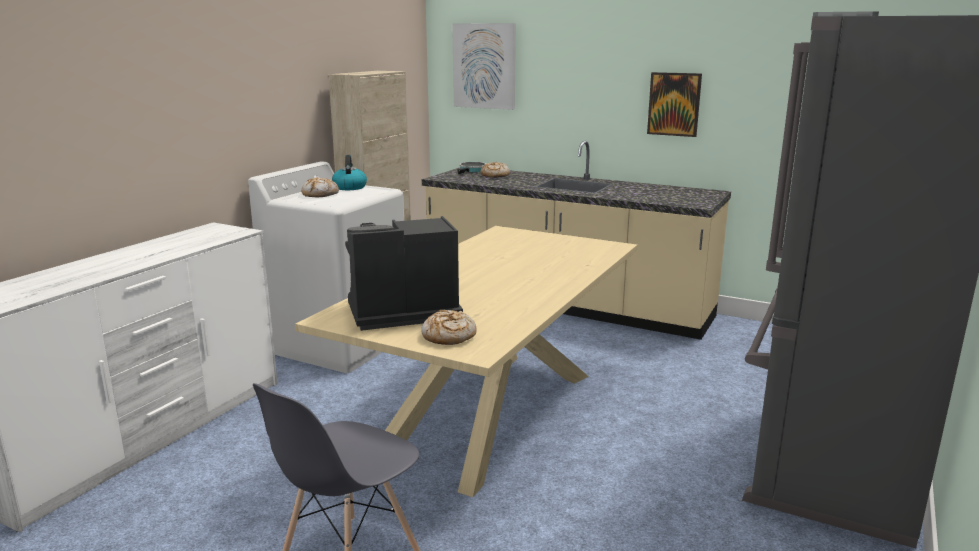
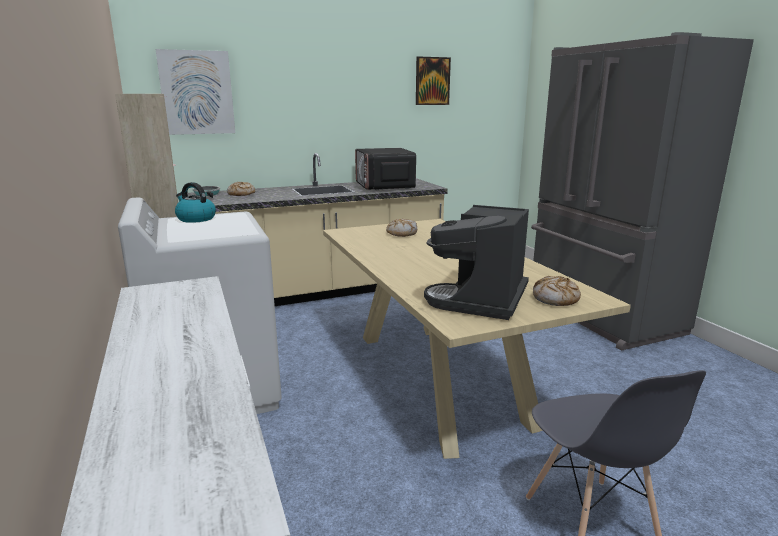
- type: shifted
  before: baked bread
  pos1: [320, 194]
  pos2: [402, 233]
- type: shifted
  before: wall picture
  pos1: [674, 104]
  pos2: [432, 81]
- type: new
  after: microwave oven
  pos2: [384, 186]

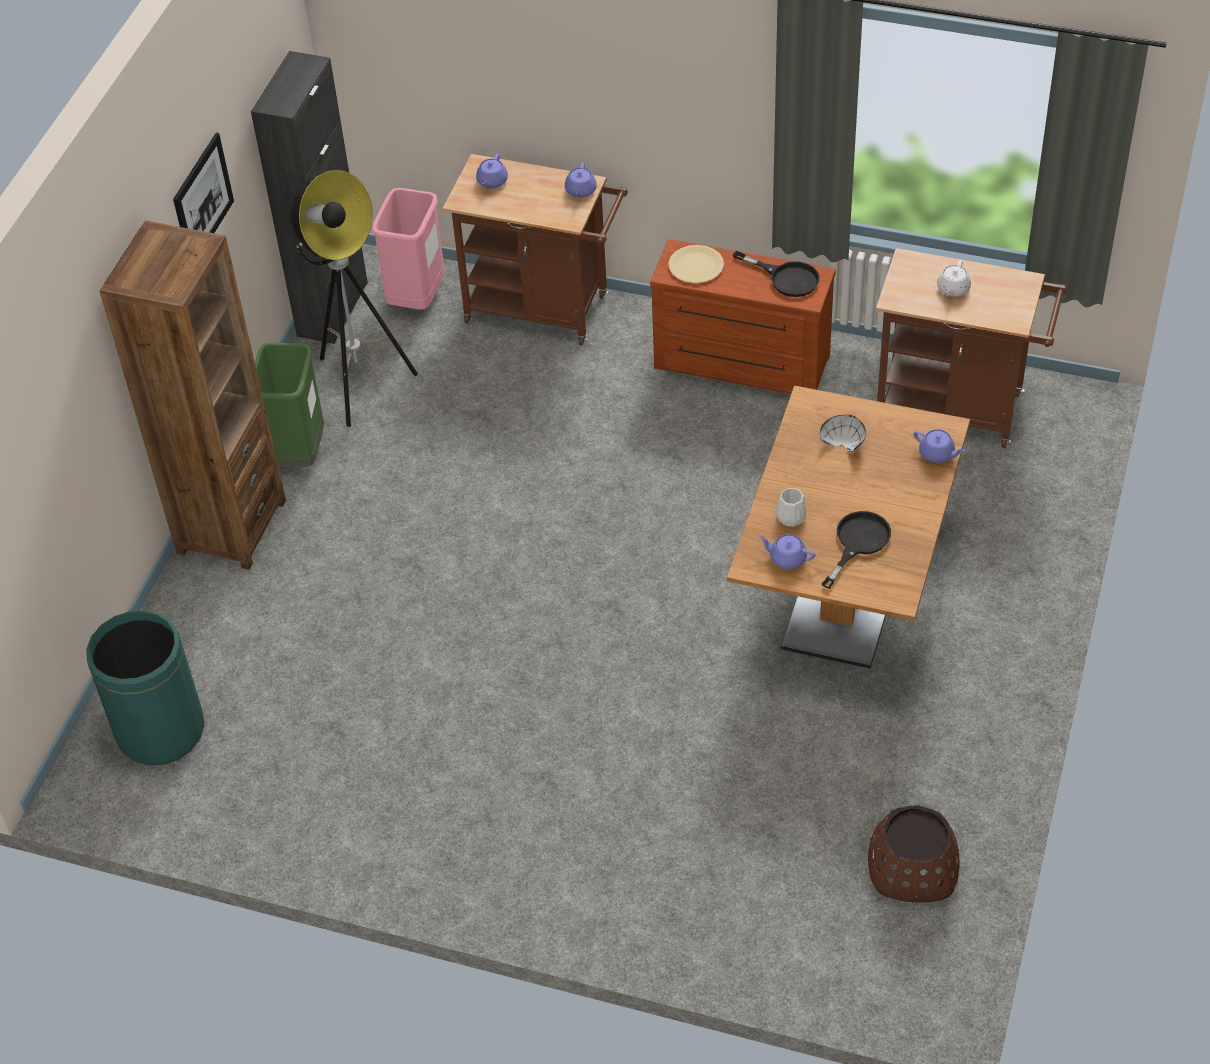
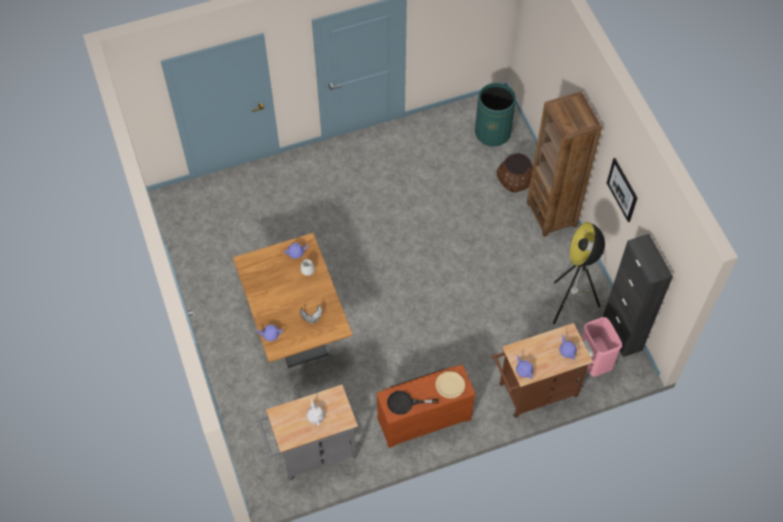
- type: gone
  before: waste bin in green-coloured
  pos1: [298, 453]
- type: gone
  before: frying pan in black
  pos1: [858, 542]
- type: shifted
  before: planter in brownish
  pos1: [912, 868]
  pos2: [515, 178]
- type: repainted
  before: trolley in brownish
  after: trolley in greyish
  pos1: [958, 409]
  pos2: [311, 453]

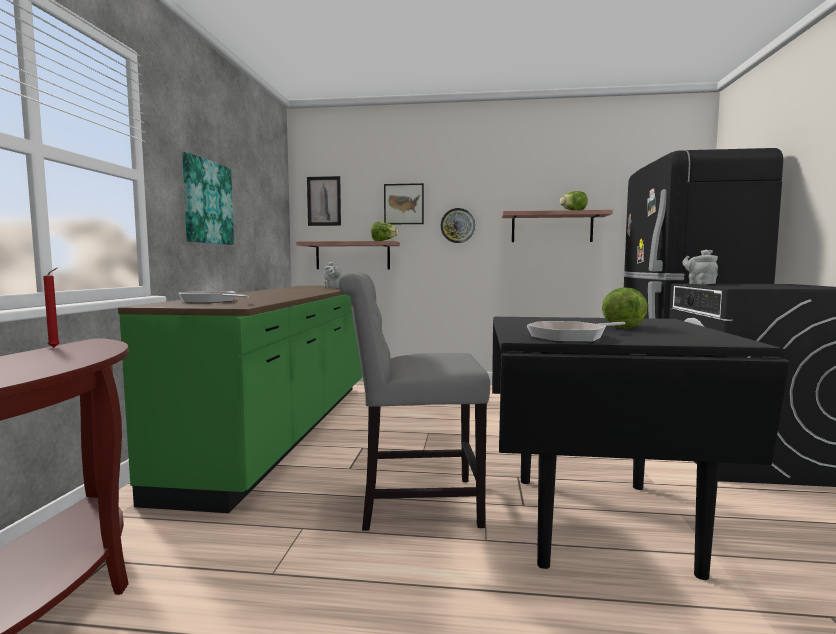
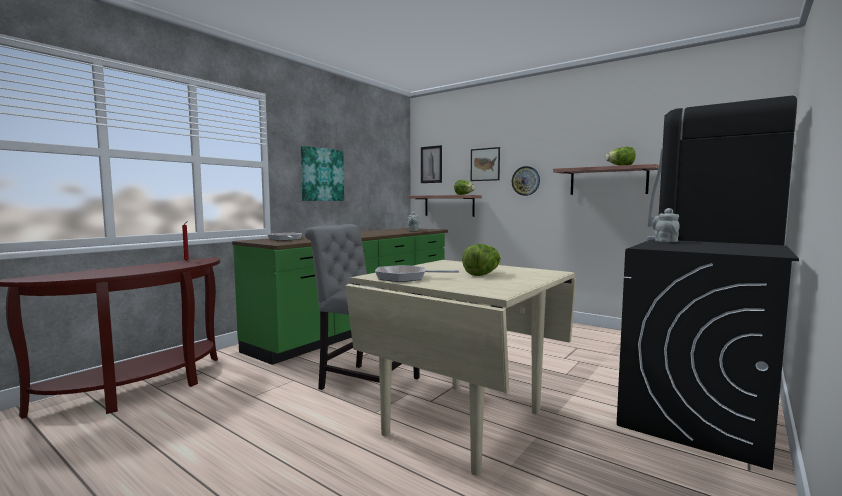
- type: repainted
  before: dinner table in black
  after: dinner table in sand-coloured
  pos1: [595, 520]
  pos2: [463, 422]

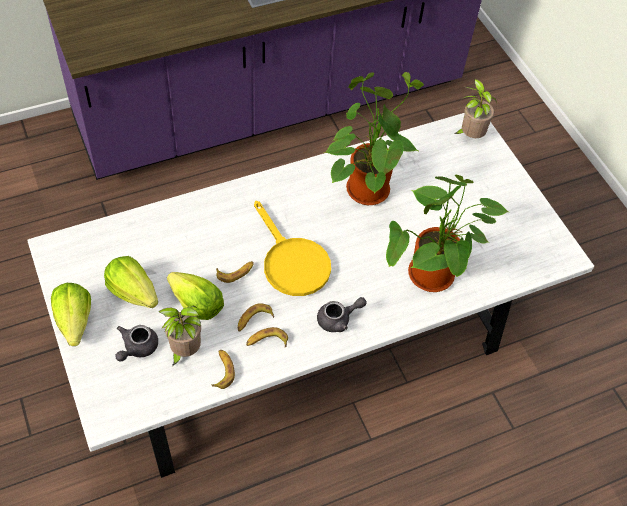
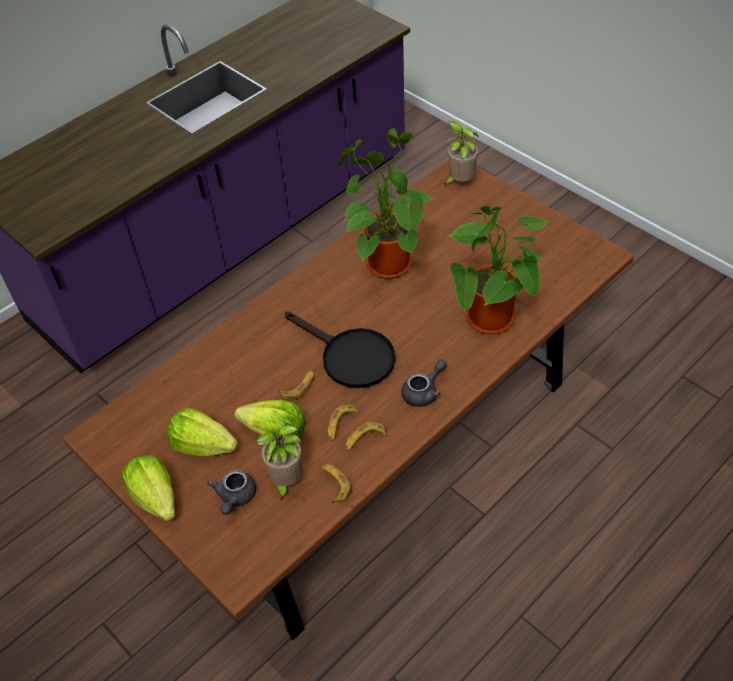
- type: repainted
  before: dinner table in white-coloured
  after: dinner table in brownish
  pos1: [306, 340]
  pos2: [374, 446]
- type: repainted
  before: frying pan in yellow
  after: frying pan in black
  pos1: [291, 262]
  pos2: [349, 357]

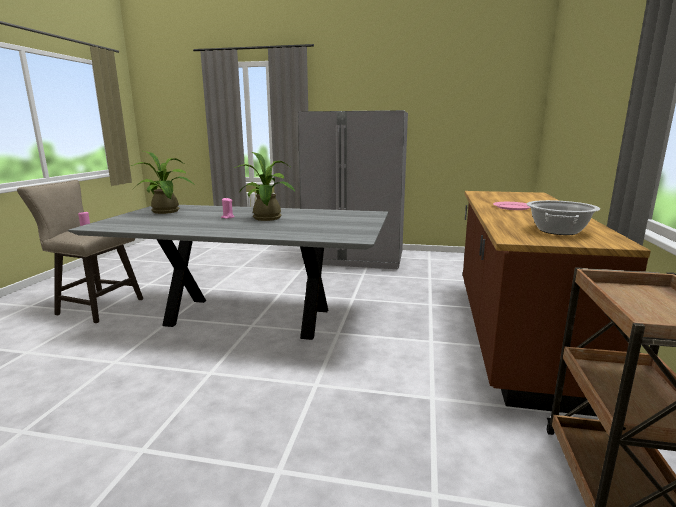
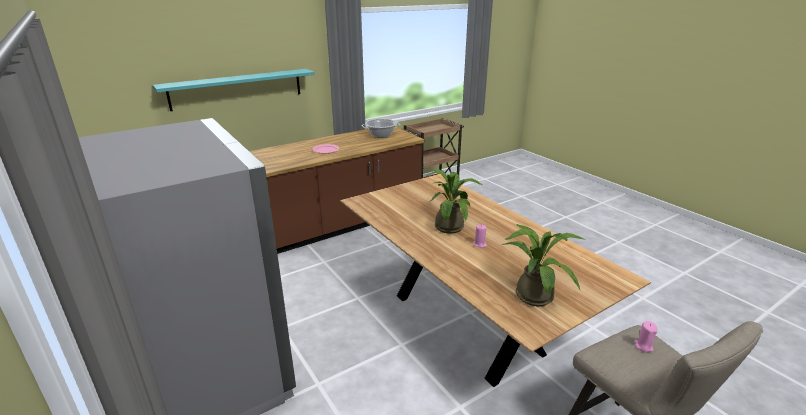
- type: repainted
  before: dinner table in greyish
  after: dinner table in brownish
  pos1: [249, 318]
  pos2: [464, 322]
- type: new
  after: bracket shelf in turquoise-coloured
  pos2: [237, 89]

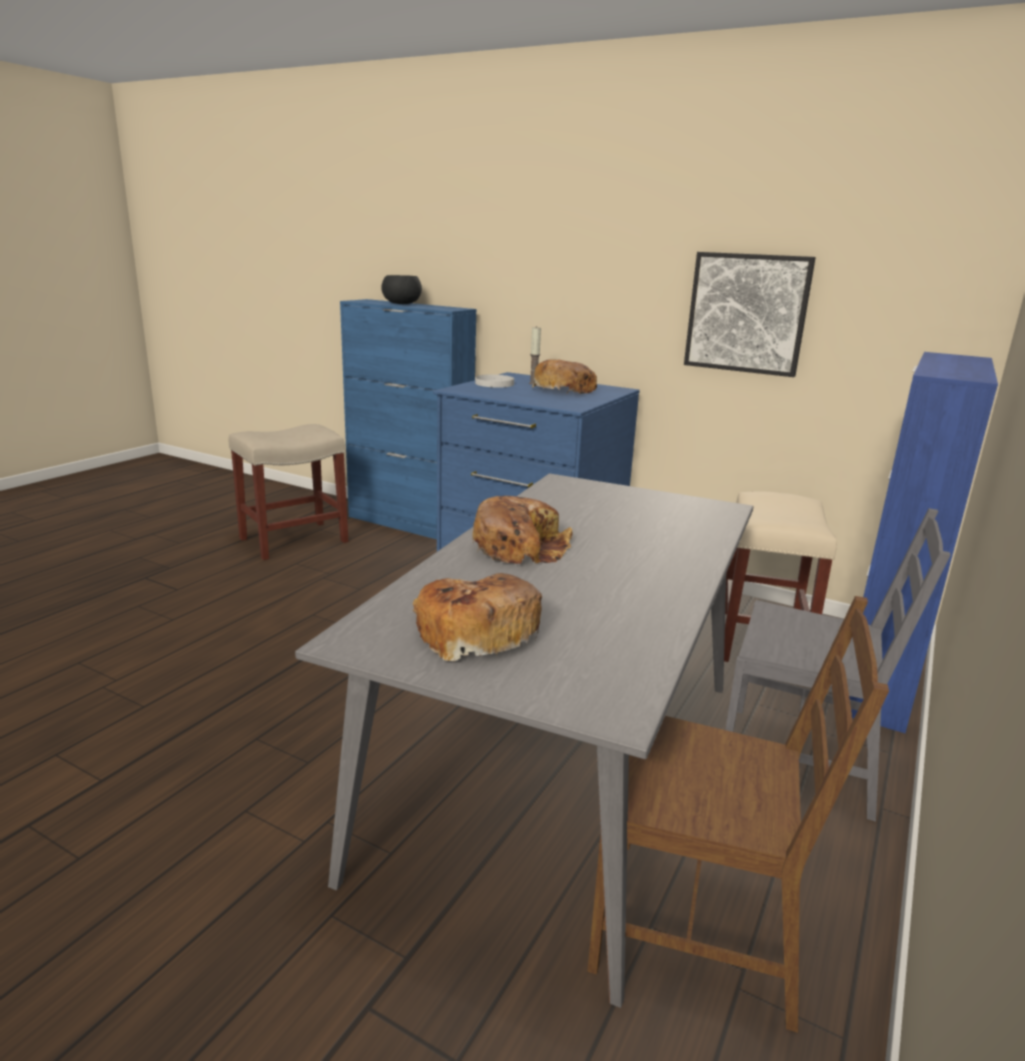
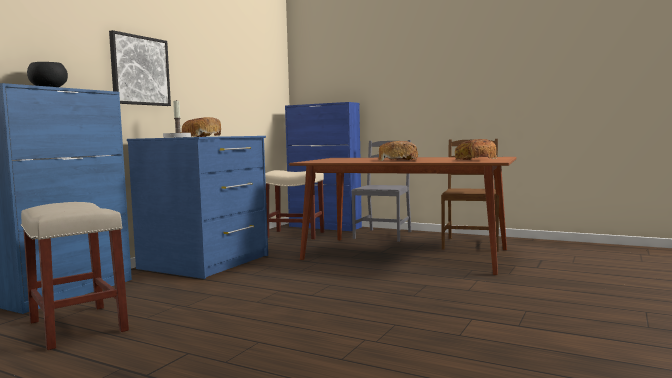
- type: repainted
  before: dinner table in greyish
  after: dinner table in brownish
  pos1: [564, 770]
  pos2: [406, 254]
- type: shifted
  before: wall picture
  pos1: [747, 313]
  pos2: [140, 70]

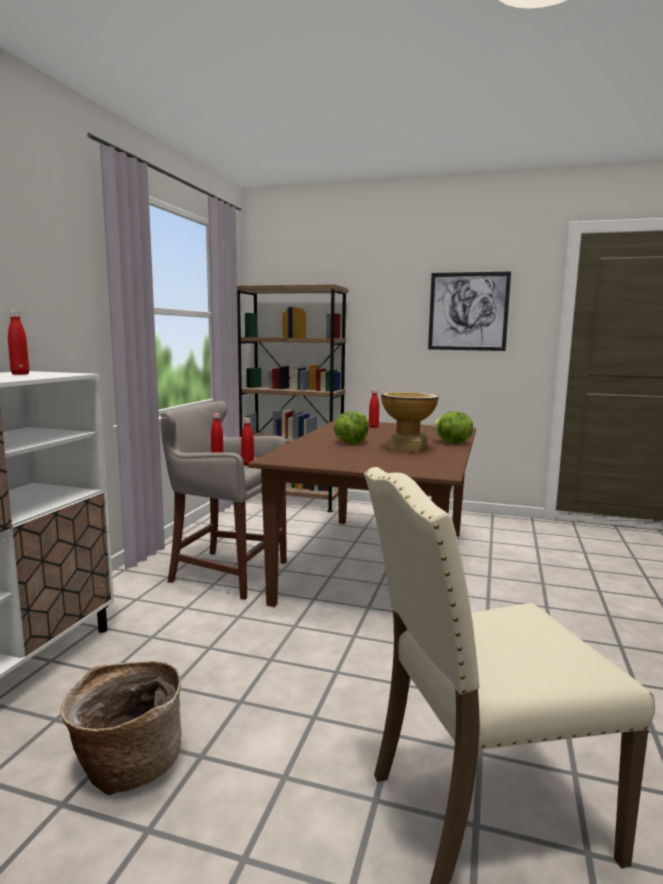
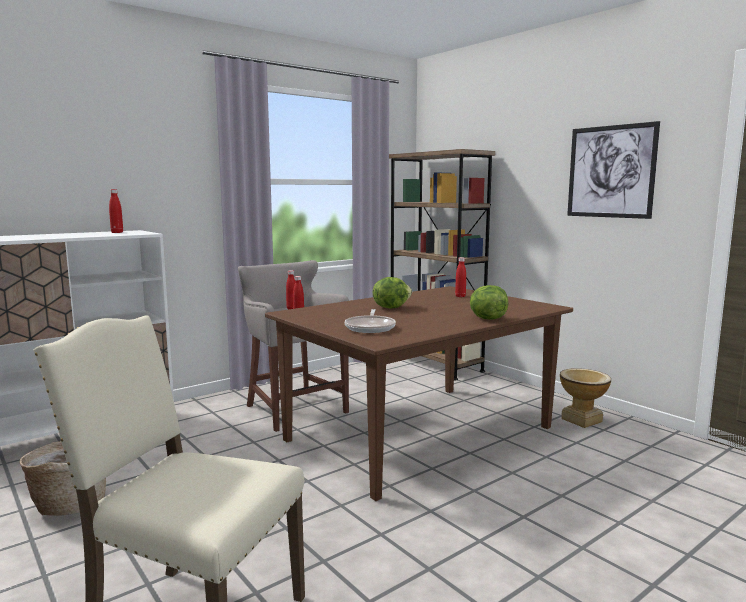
- type: shifted
  before: decorative vase
  pos1: [407, 449]
  pos2: [582, 420]
- type: new
  after: frying pan
  pos2: [370, 327]

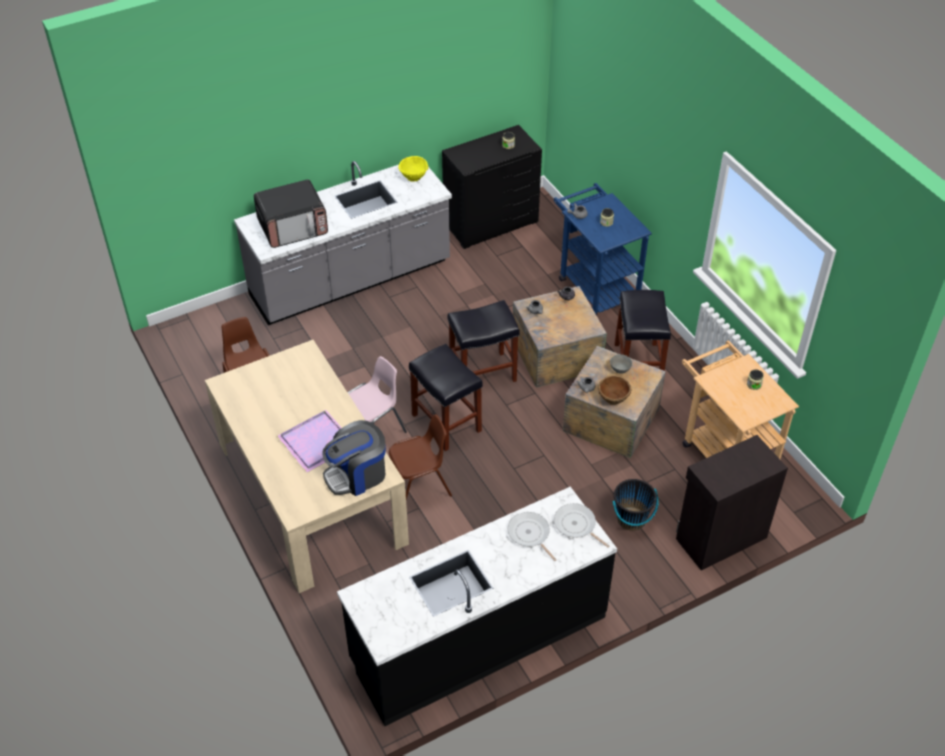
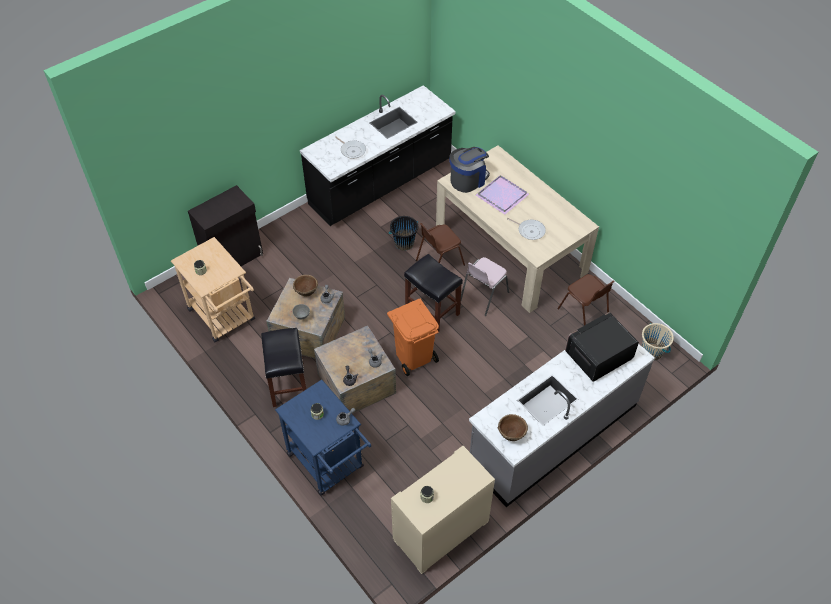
- type: repainted
  before: bowl in yellow
  after: bowl in brownish
  pos1: [414, 177]
  pos2: [511, 434]
- type: repainted
  before: dresser in black
  after: dresser in sand-coloured
  pos1: [490, 223]
  pos2: [441, 531]
- type: swapped
  before: stool seat in black
  after: waste bin in orange
  pos1: [482, 373]
  pos2: [414, 356]
- type: shifted
  before: frying pan
  pos1: [576, 525]
  pos2: [530, 230]
- type: shifted
  before: water bucket in black
  pos1: [631, 519]
  pos2: [404, 243]
- type: new
  after: water bucket in sand-coloured
  pos2: [652, 352]

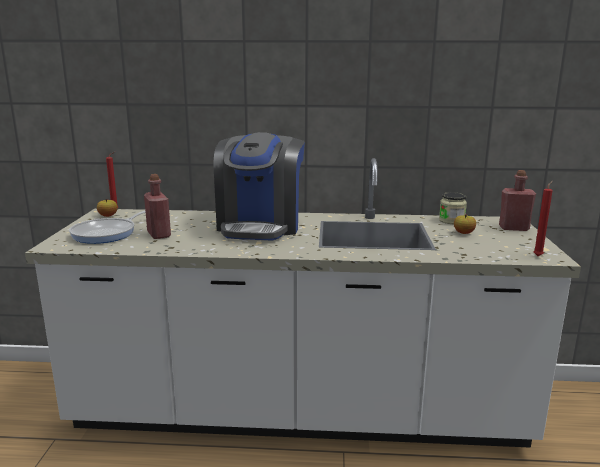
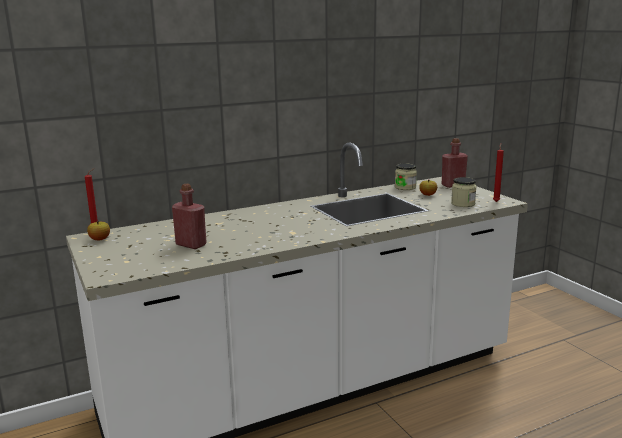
- type: gone
  before: frying pan
  pos1: [107, 234]
- type: gone
  before: coffee maker
  pos1: [260, 226]
- type: new
  after: jar
  pos2: [463, 204]

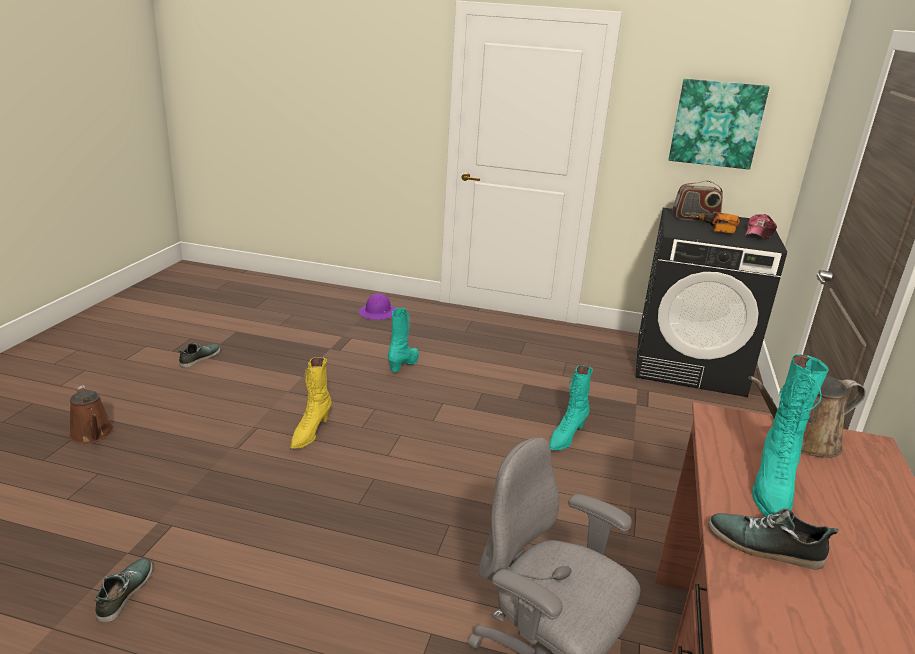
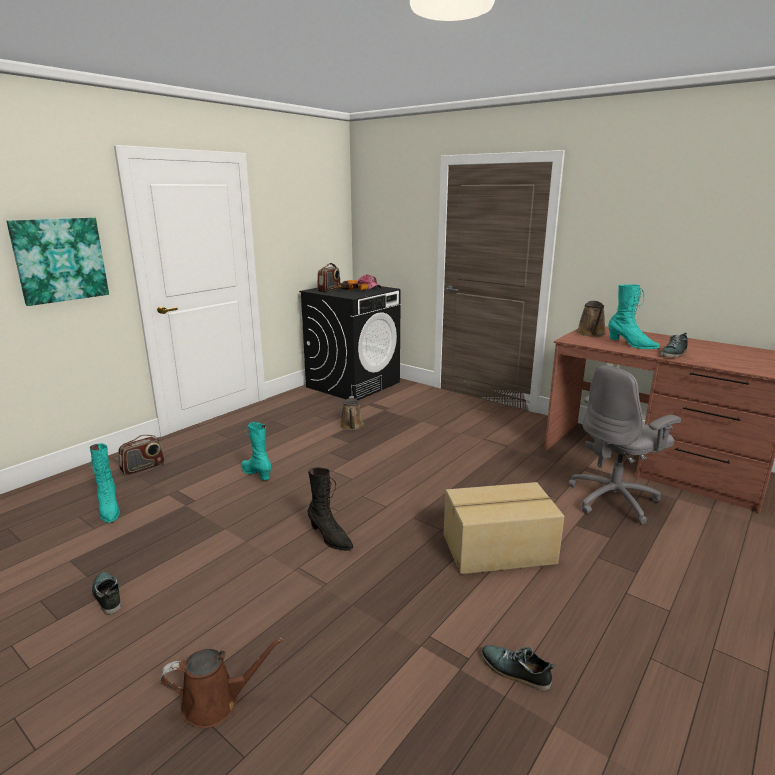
- type: repainted
  before: tall boot in yellow
  after: tall boot in black
  pos1: [310, 433]
  pos2: [330, 538]
- type: swapped
  before: safety helmet in purplish
  after: radio receiver
  pos1: [378, 312]
  pos2: [143, 468]
- type: shifted
  before: tall boot in turquoise-coloured
  pos1: [566, 437]
  pos2: [109, 509]
- type: shifted
  before: wall picture
  pos1: [716, 124]
  pos2: [60, 260]
- type: new
  after: watering can in brownish
  pos2: [352, 426]
- type: new
  after: packing box
  pos2: [499, 550]

